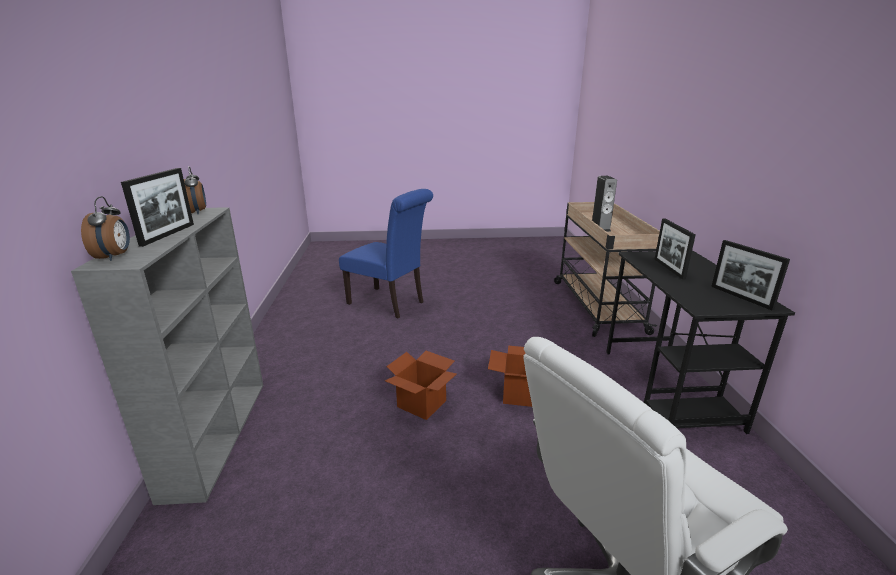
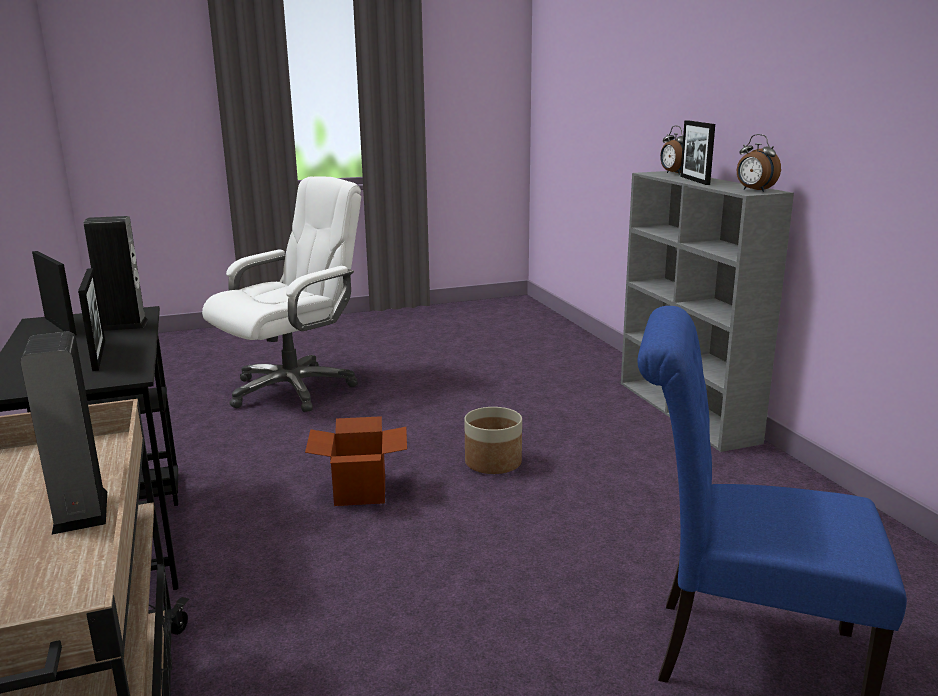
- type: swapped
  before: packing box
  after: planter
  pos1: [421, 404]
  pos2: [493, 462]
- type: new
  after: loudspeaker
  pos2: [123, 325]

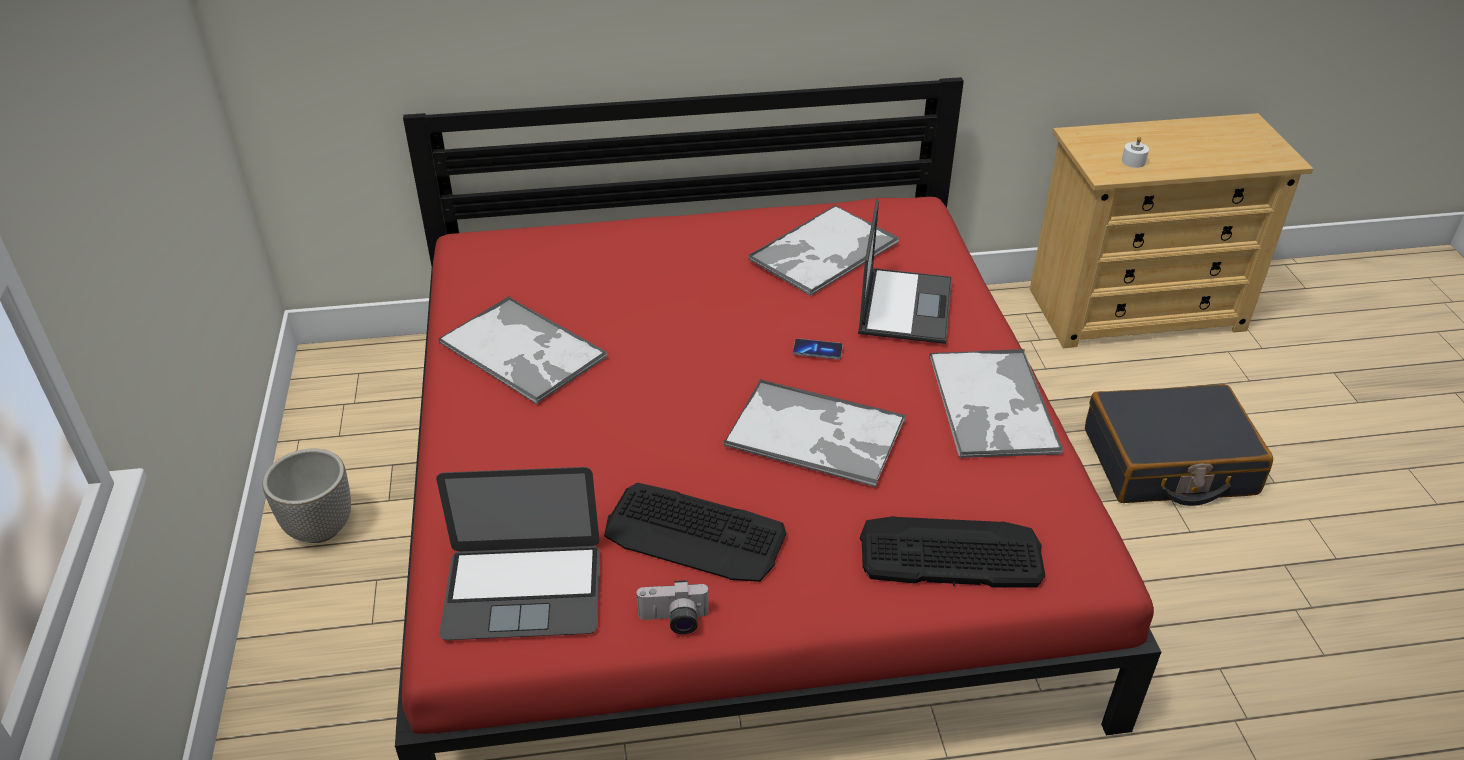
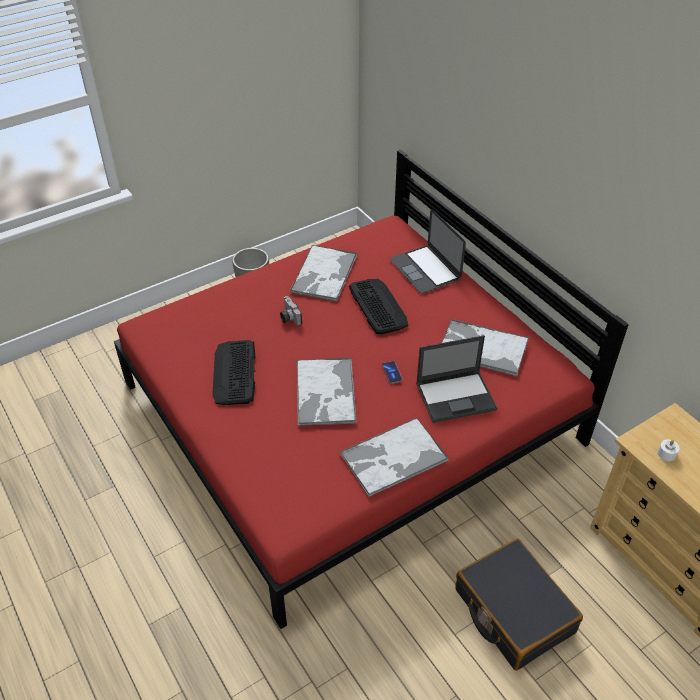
- type: shifted
  before: portable computer
  pos1: [523, 591]
  pos2: [425, 269]
- type: shifted
  before: still camera
  pos1: [674, 621]
  pos2: [288, 317]
- type: shifted
  before: PC keyboard
  pos1: [950, 553]
  pos2: [378, 306]

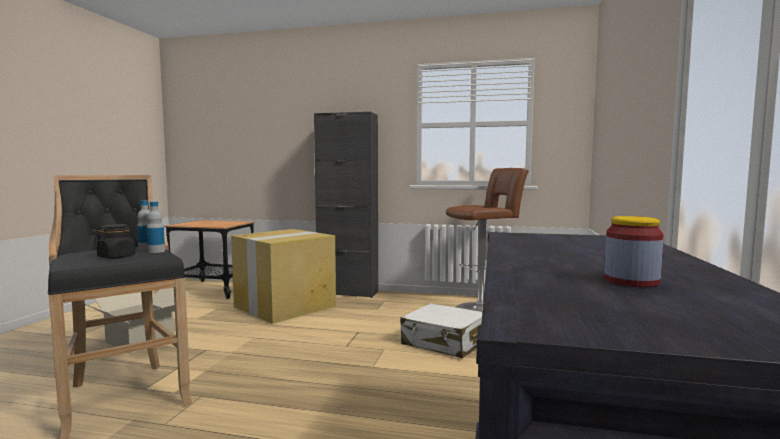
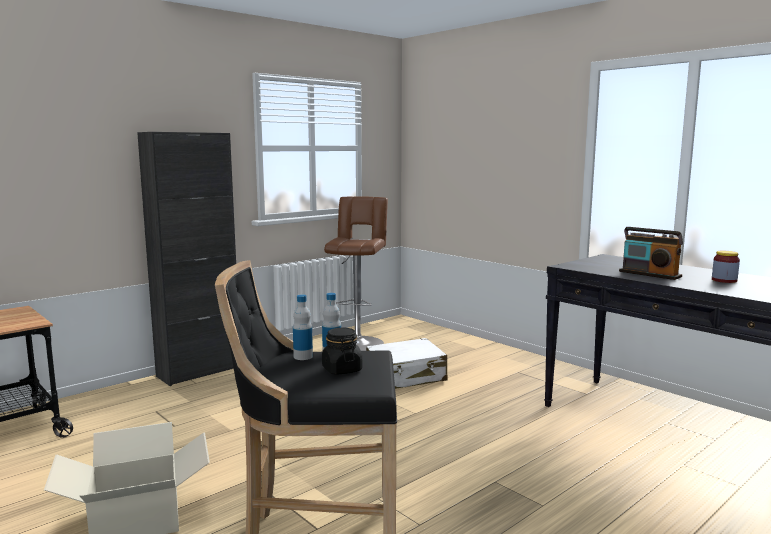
- type: gone
  before: packing box
  pos1: [286, 306]
- type: new
  after: radio receiver
  pos2: [649, 274]

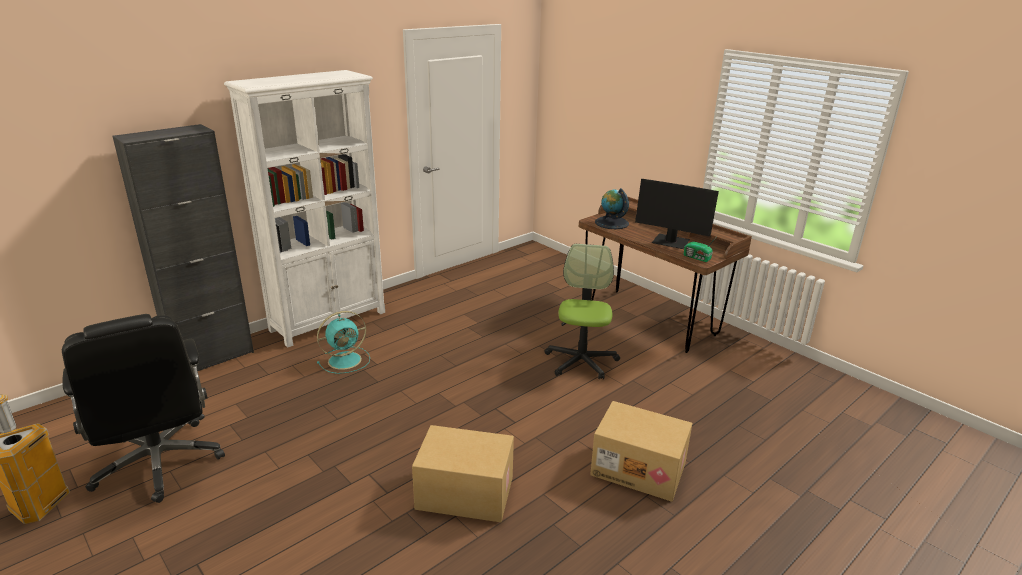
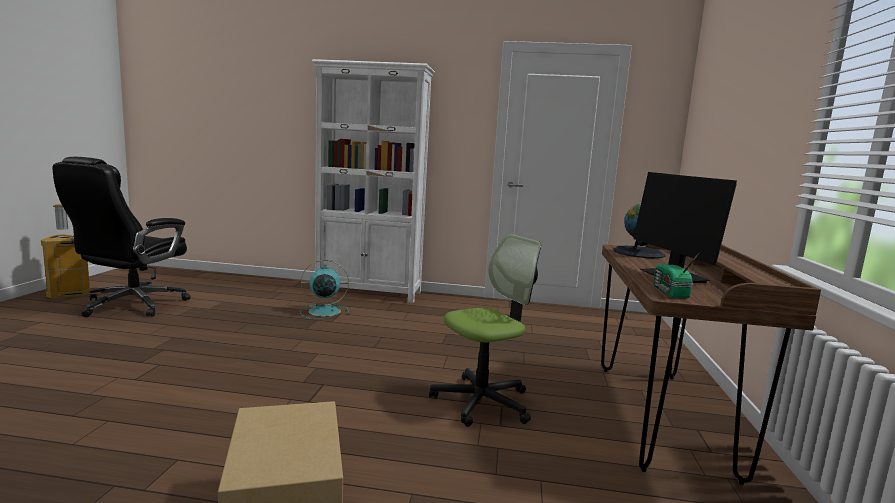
- type: gone
  before: cupboard in black
  pos1: [212, 358]
- type: rotated
  before: cooling fan in turquoise-coloured
  pos1: [346, 360]
  pos2: [323, 311]
  turn: 150
- type: gone
  before: packing box
  pos1: [463, 494]

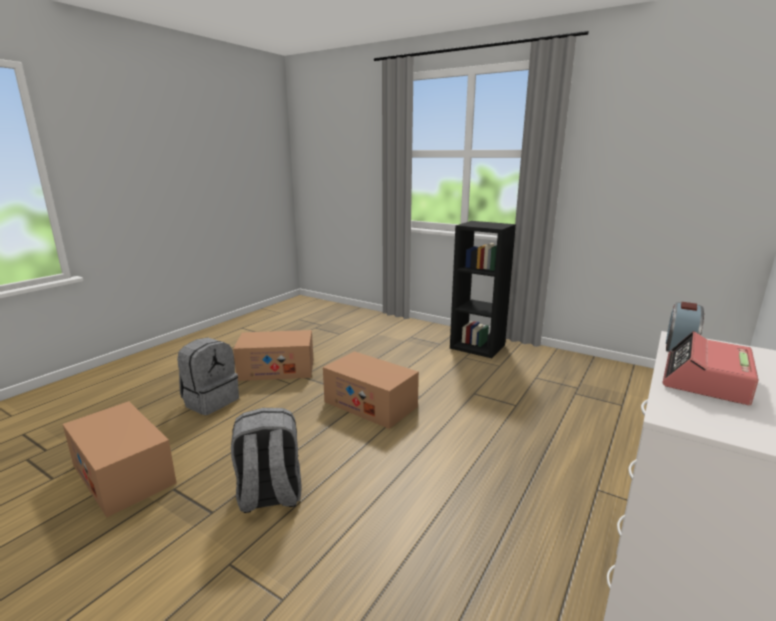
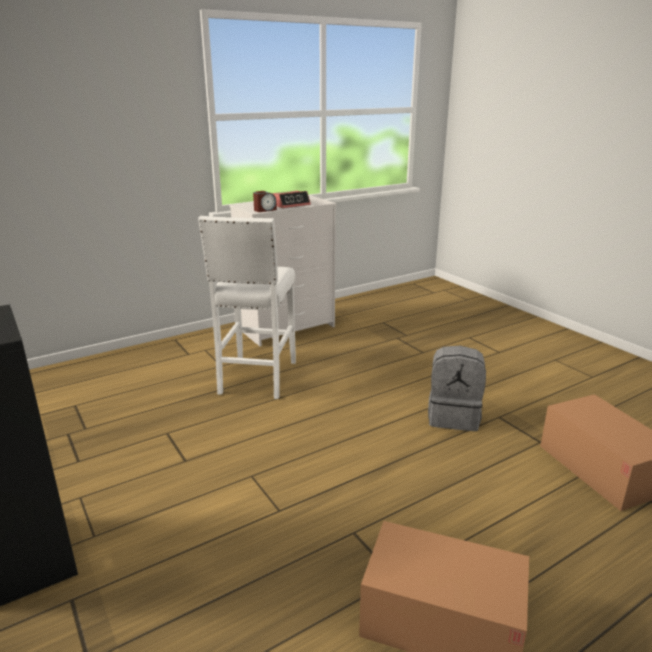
- type: gone
  before: knapsack in greyish
  pos1: [210, 401]
- type: gone
  before: packing box
  pos1: [370, 404]
- type: new
  after: stool seat in white-coloured
  pos2: [257, 378]

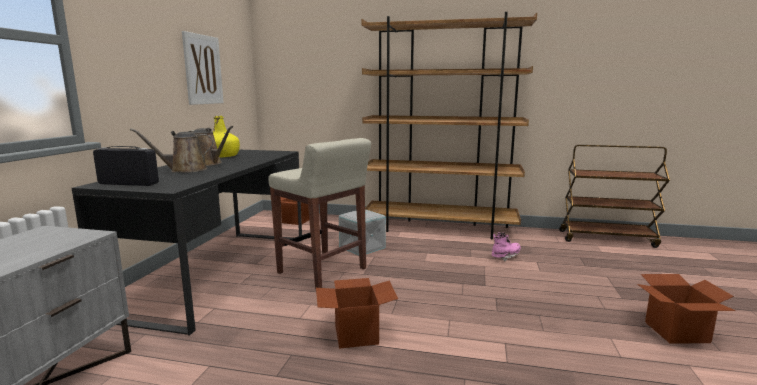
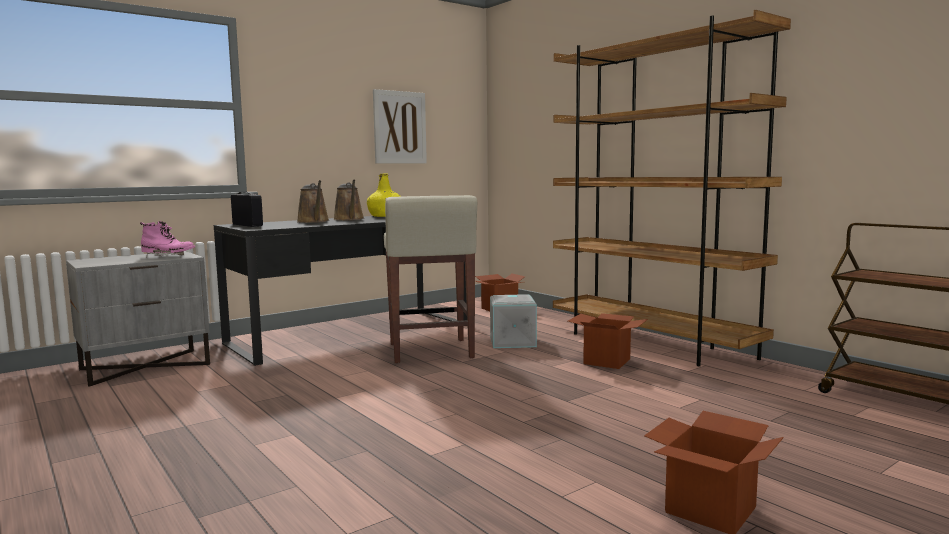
- type: rotated
  before: watering can in brownish
  pos1: [184, 170]
  pos2: [314, 221]
  turn: -135
- type: shifted
  before: packing box
  pos1: [356, 335]
  pos2: [607, 361]
- type: shifted
  before: tall boot in pink
  pos1: [505, 257]
  pos2: [168, 257]

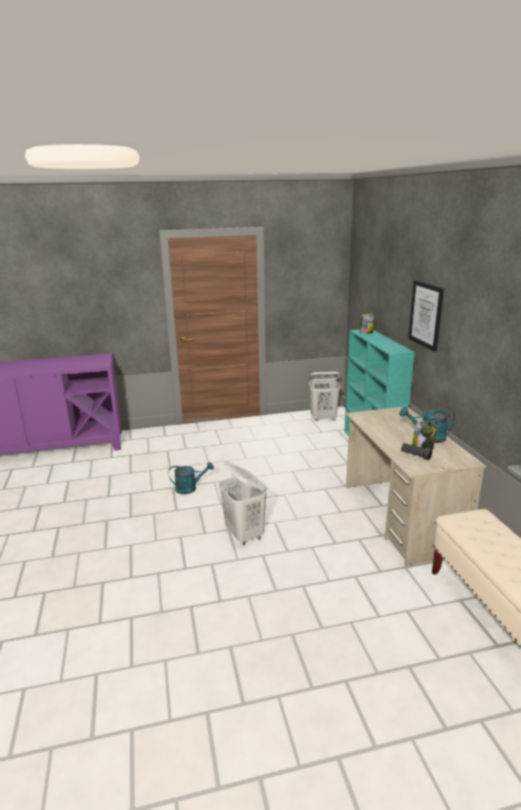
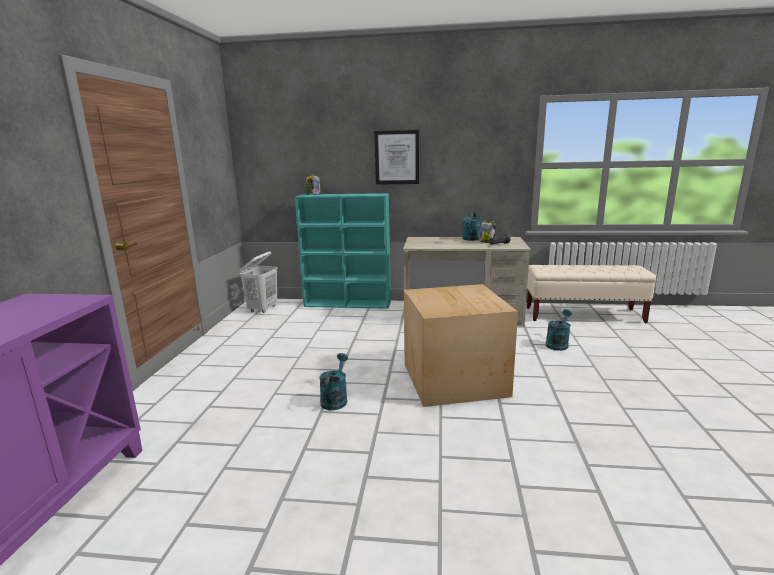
- type: swapped
  before: hamper in white-coloured
  after: packing box
  pos1: [244, 535]
  pos2: [455, 379]
- type: new
  after: watering can in turquoise-coloured
  pos2: [558, 344]

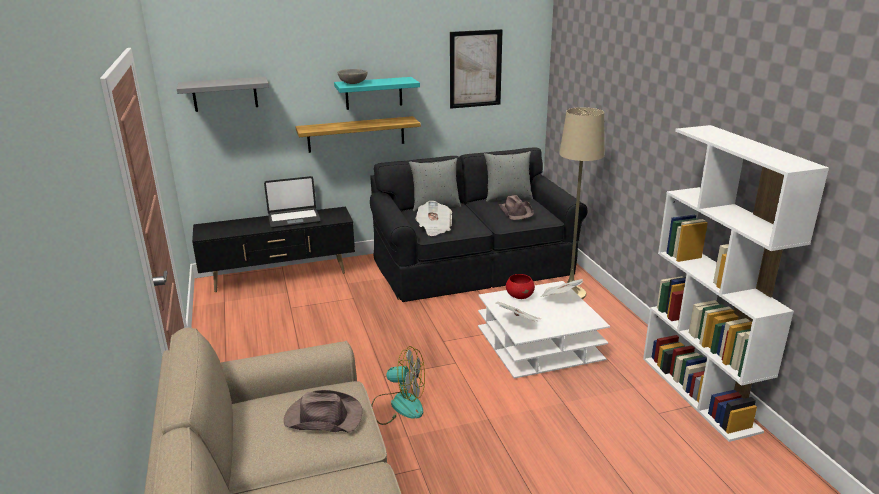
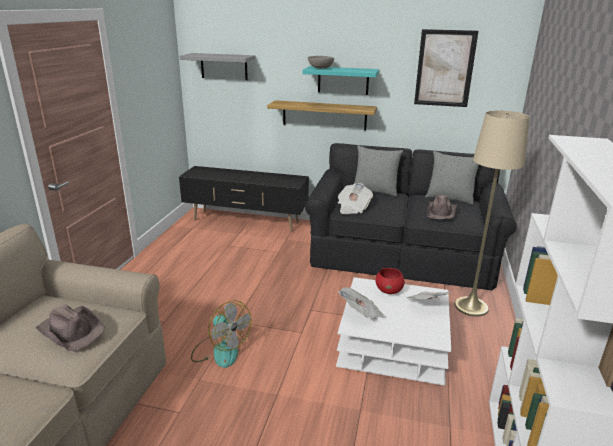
- type: gone
  before: portable computer
  pos1: [294, 219]

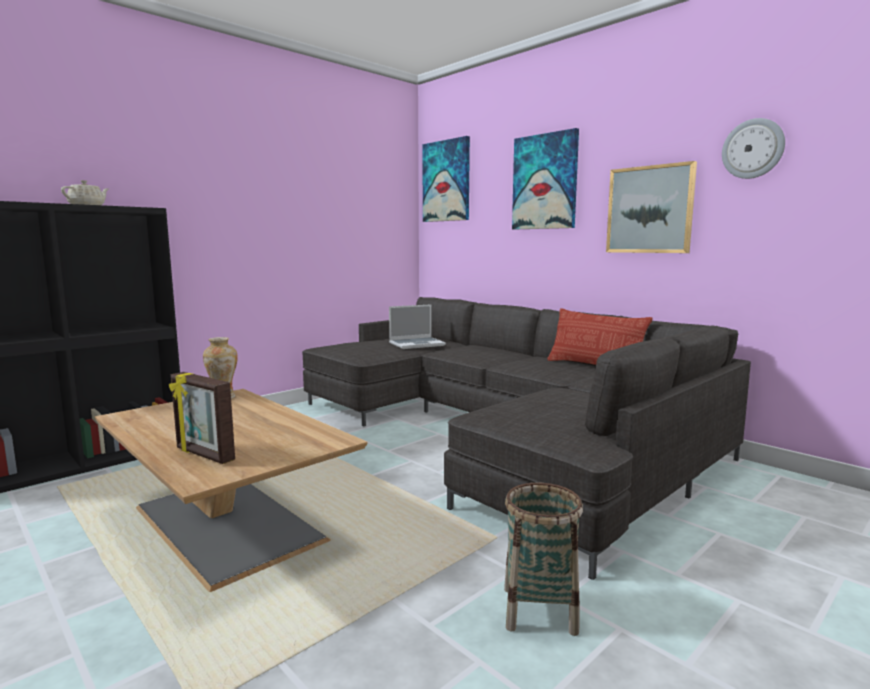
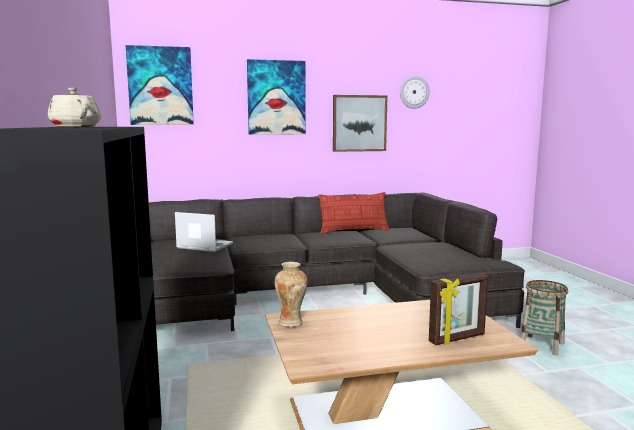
- type: rotated
  before: portable computer
  pos1: [417, 344]
  pos2: [203, 246]
  turn: -75

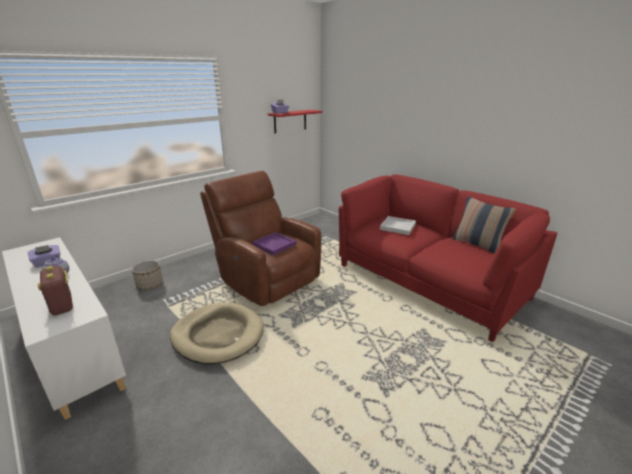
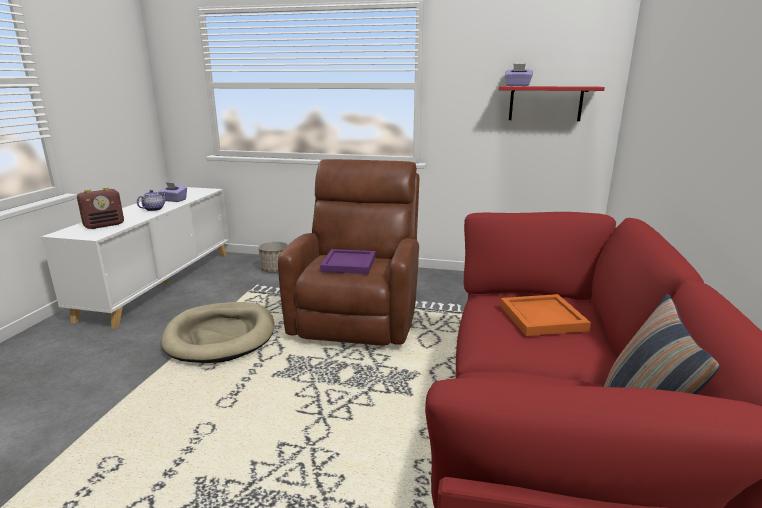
- type: rotated
  before: radio receiver
  pos1: [62, 306]
  pos2: [104, 225]
  turn: -150
- type: repainted
  before: serving tray in white-coloured
  after: serving tray in orange
  pos1: [398, 226]
  pos2: [543, 318]

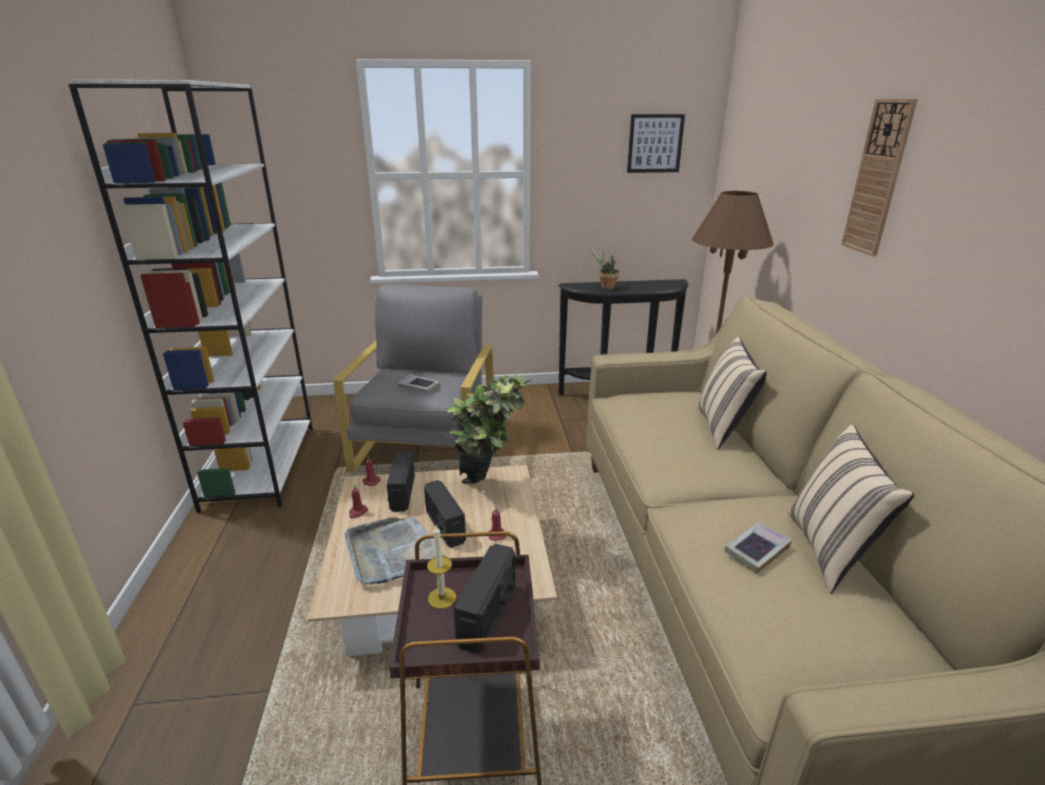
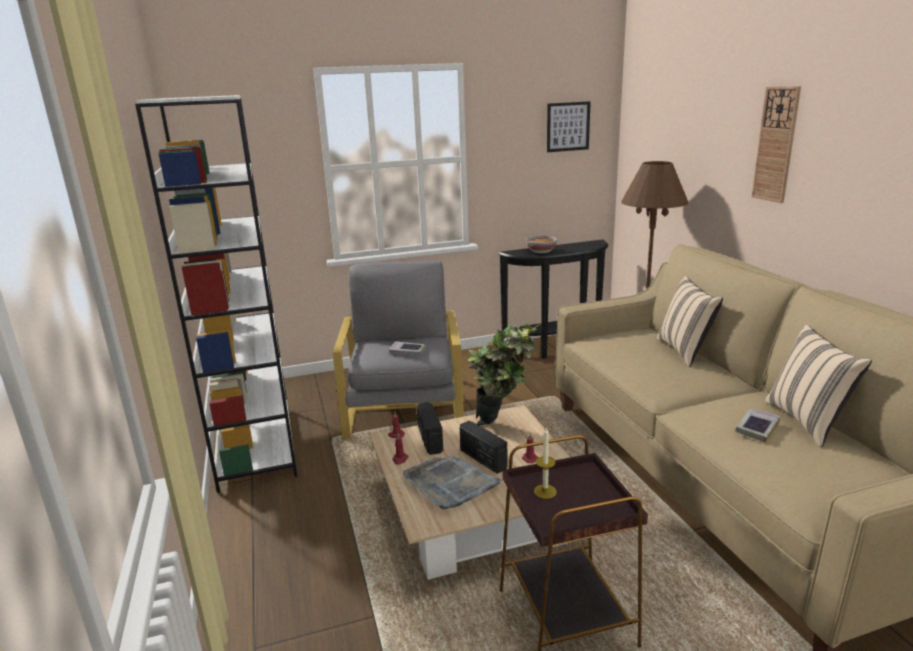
- type: gone
  before: radio receiver
  pos1: [488, 615]
- type: swapped
  before: houseplant
  after: bowl
  pos1: [605, 287]
  pos2: [541, 251]

